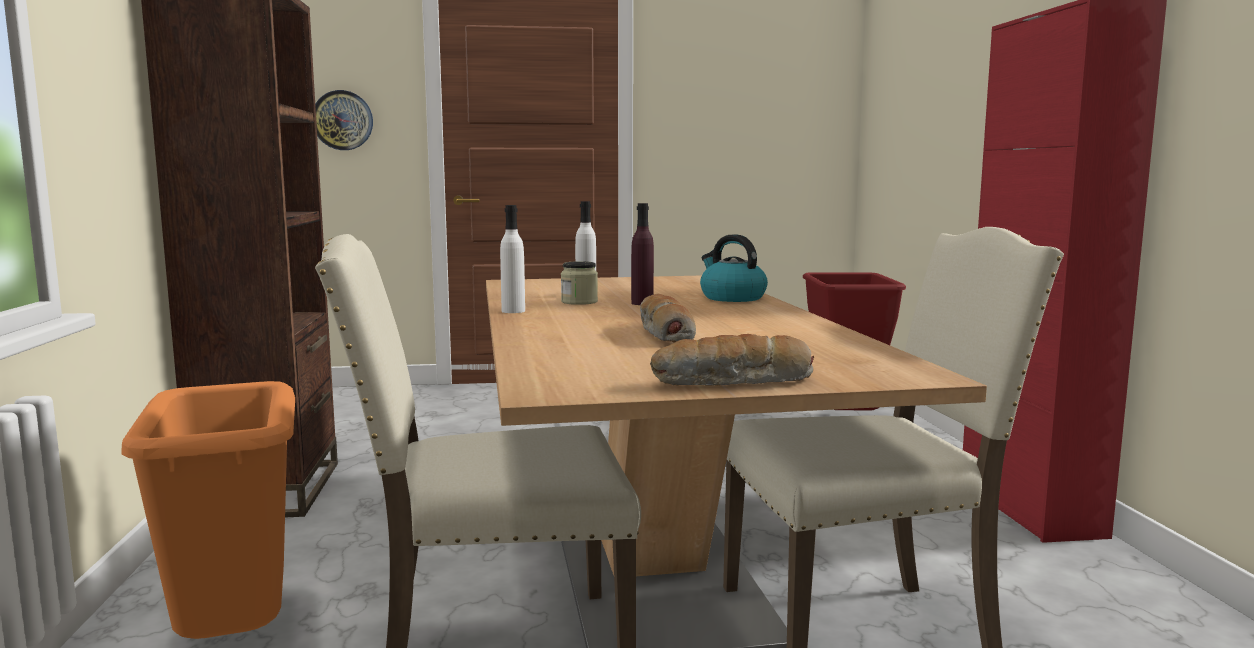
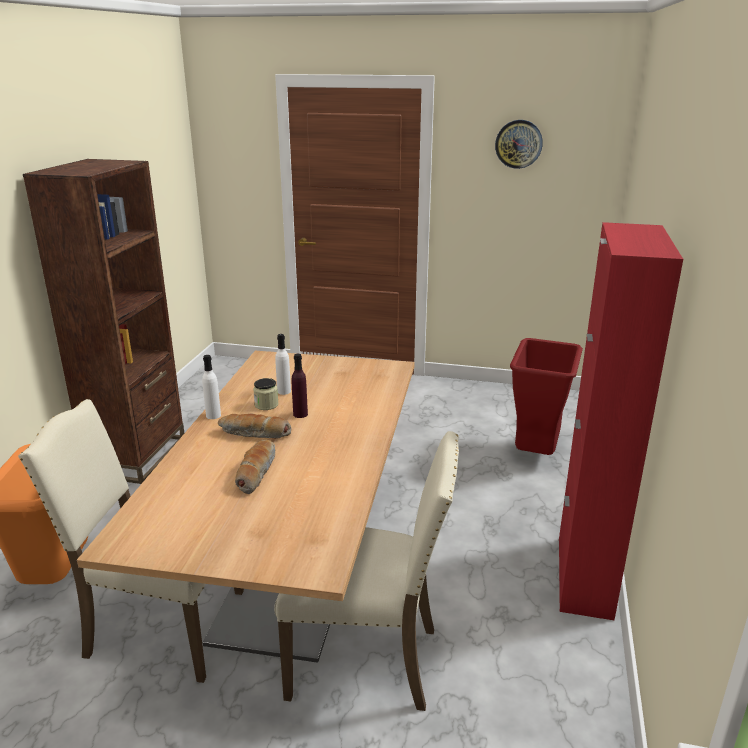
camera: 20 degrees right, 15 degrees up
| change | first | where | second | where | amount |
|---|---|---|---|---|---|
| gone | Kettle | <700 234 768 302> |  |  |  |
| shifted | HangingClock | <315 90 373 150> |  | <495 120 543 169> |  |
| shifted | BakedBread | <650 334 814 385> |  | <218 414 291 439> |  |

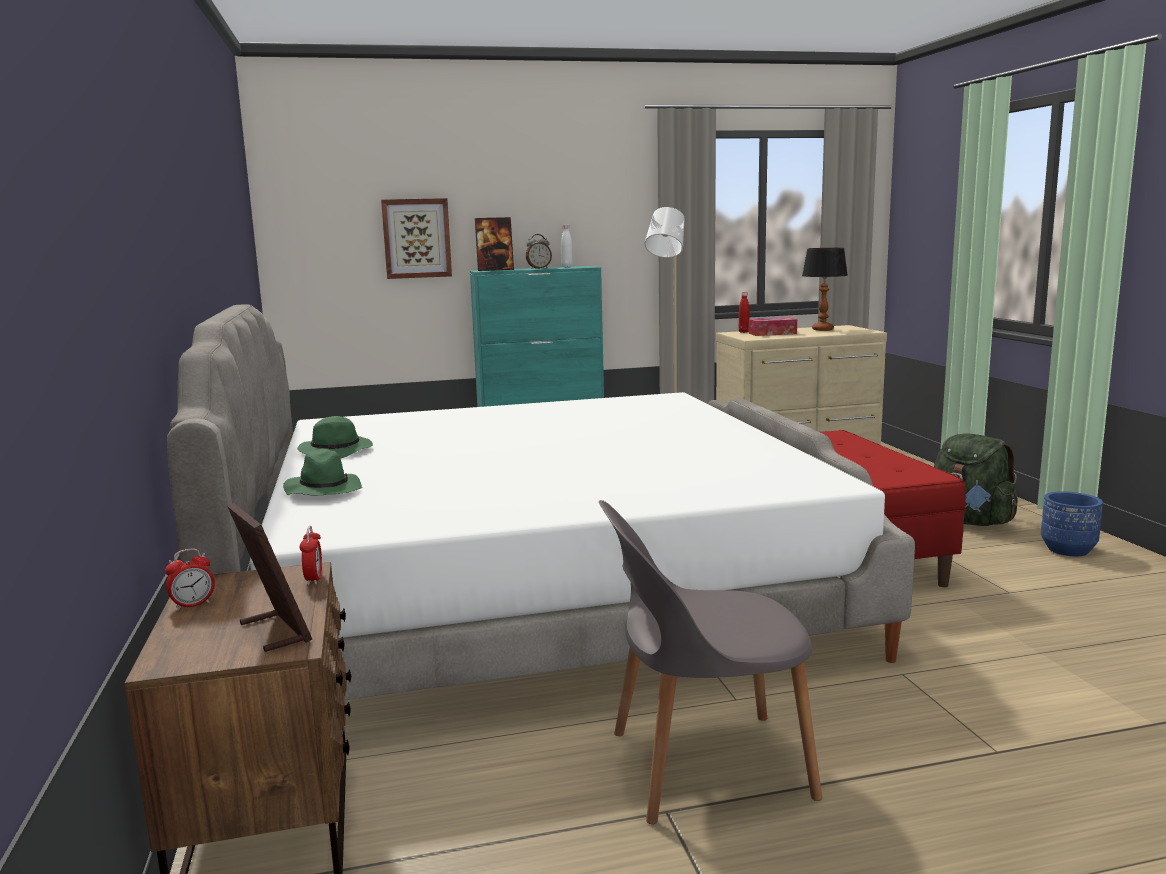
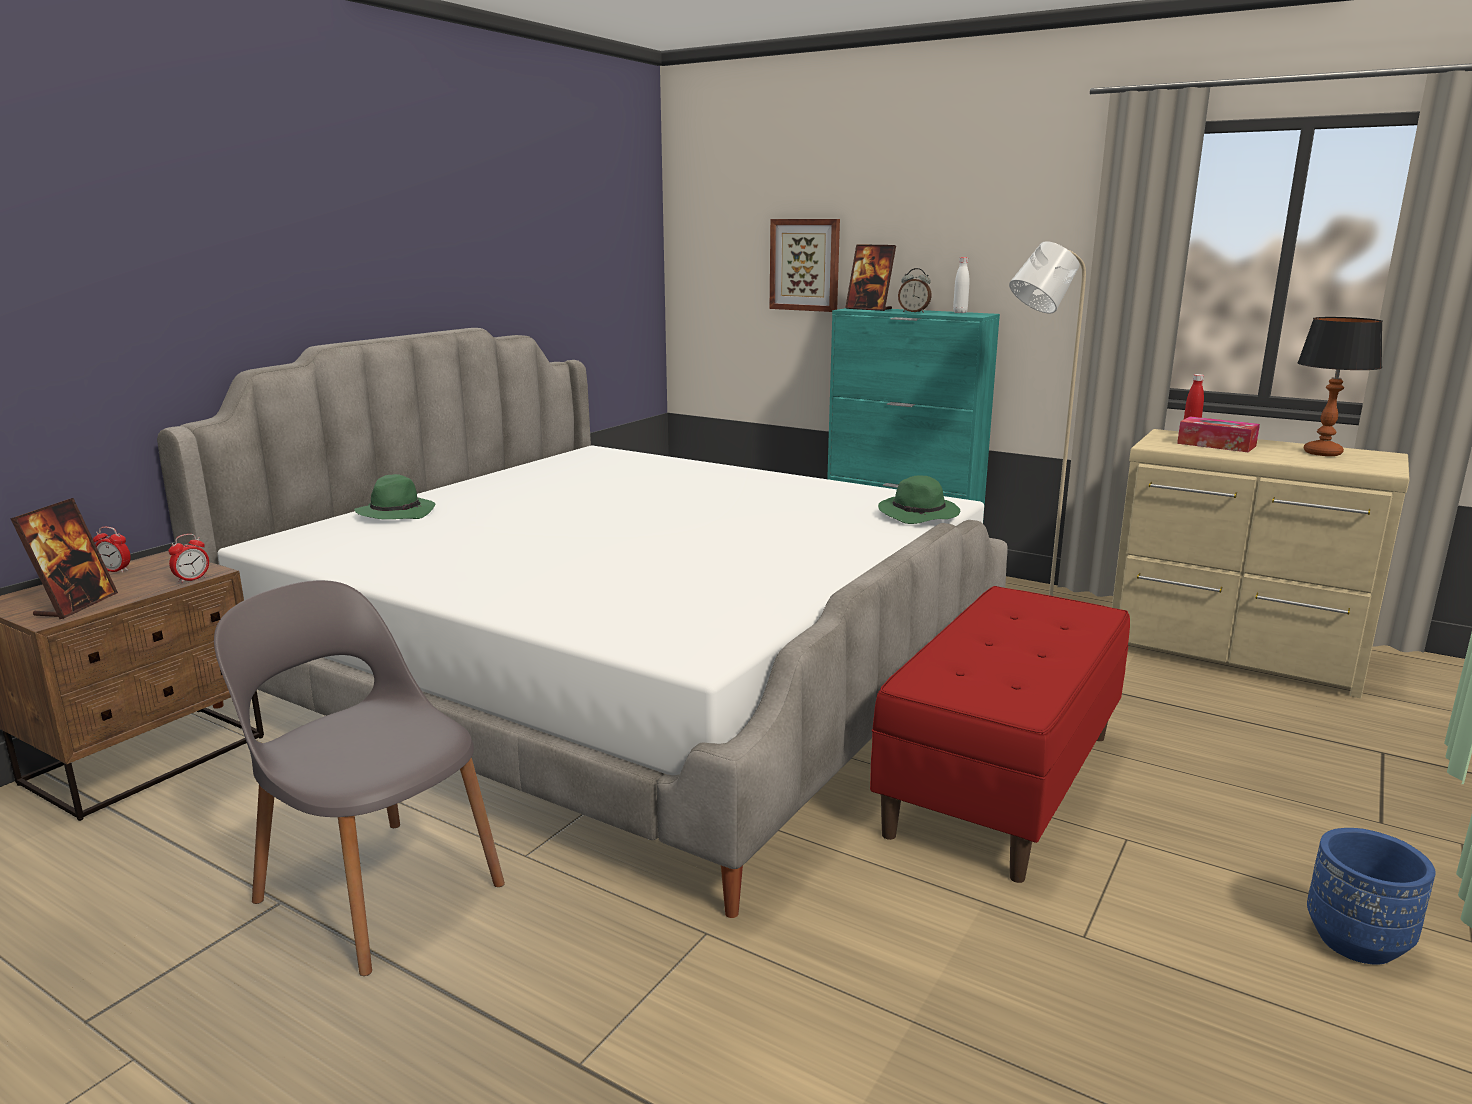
camera: 45 degrees right, 5 degrees up
| change | first | where | second | where | amount |
|---|---|---|---|---|---|
| gone | GreenKnapsack | <934 433 1018 526> |  |  |  |
| shifted | GreenWearableHat | <297 416 373 458> |  | <878 475 960 524> |  |

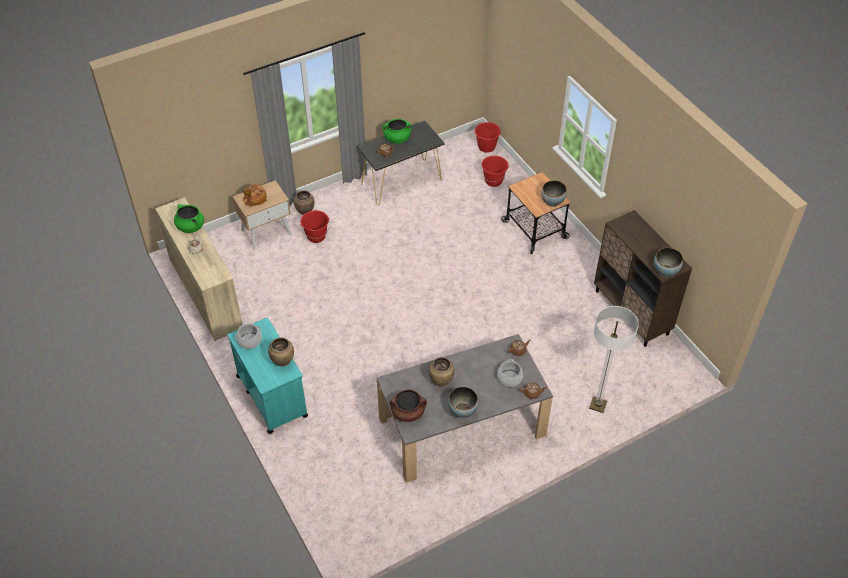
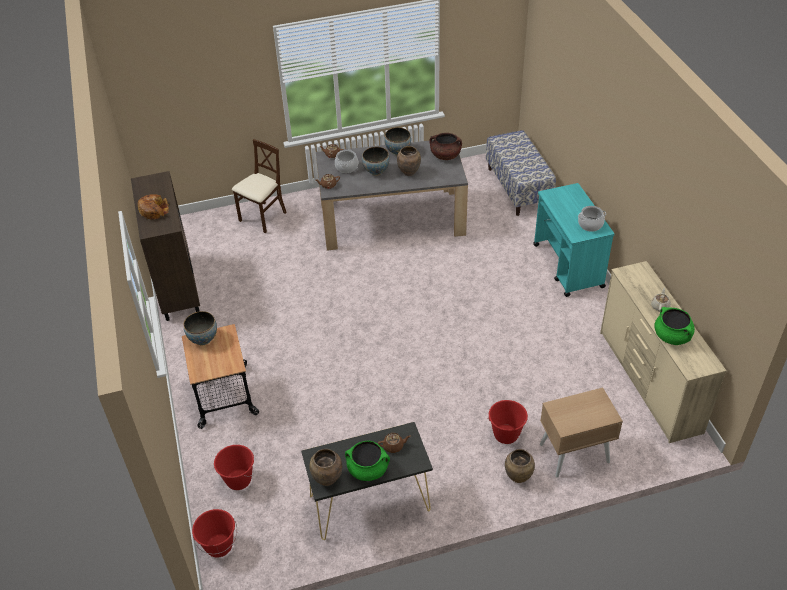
camera: 165 degrees left, 5 degrees down
| change | first | where | second | where | amount |
|---|---|---|---|---|---|
| new |  |  | IndoorBench | <486 130 556 216> |  |
| shifted | BakedBread | <243 183 267 207> |  | <138 194 169 220> |  |
| shifted | BrownColouredDecorativeVase | <268 337 294 367> |  | <309 449 342 486> |  |
| shifted | ServingBowl | <654 248 683 278> |  | <362 147 389 176> |  |
| swapped | StandingLamp | <589 306 639 413> | SandColouredPlainChair | <232 139 287 233> |  |

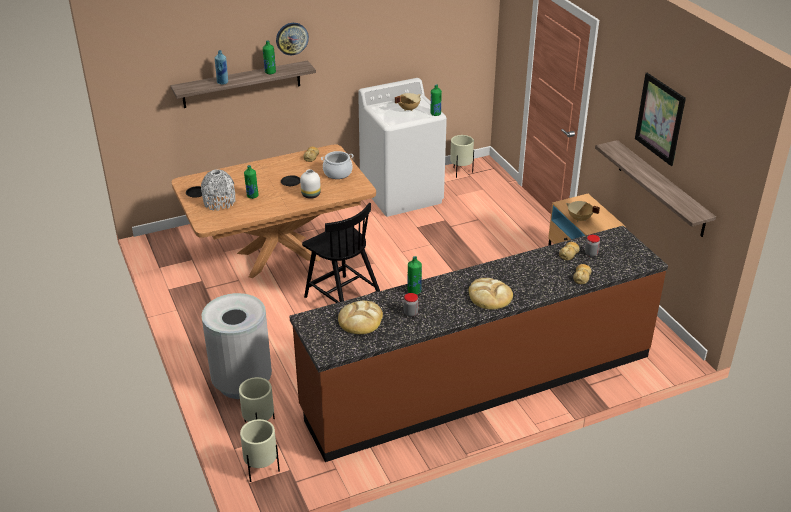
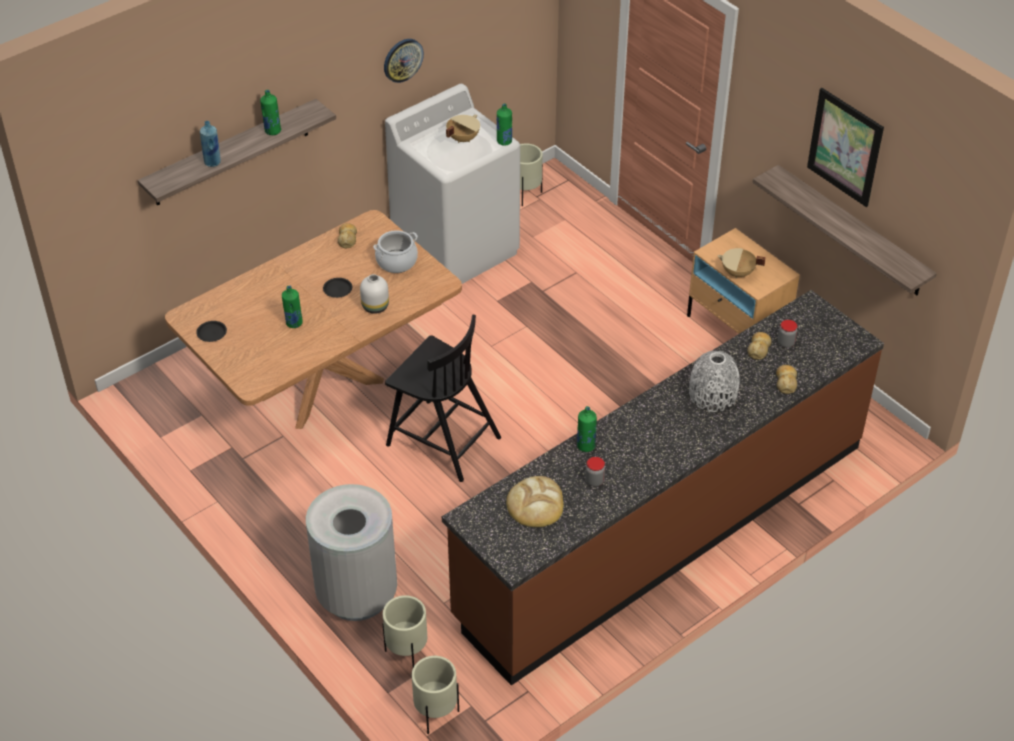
camera: 15 degrees left, 10 degrees up
| change | first | where | second | where | amount |
|---|---|---|---|---|---|
| gone | BakedBread | <469 278 513 309> |  |  |  |
| shifted | GreyishDecorativeVase | <201 169 235 211> |  | <689 350 740 412> |  |
| shifted | HangingClock | <276 23 309 55> |  | <384 39 424 83> |  |

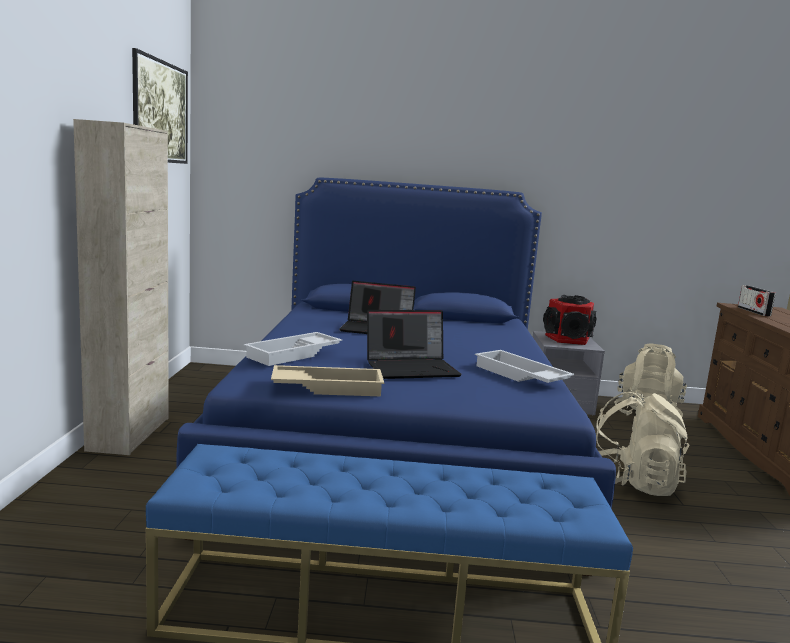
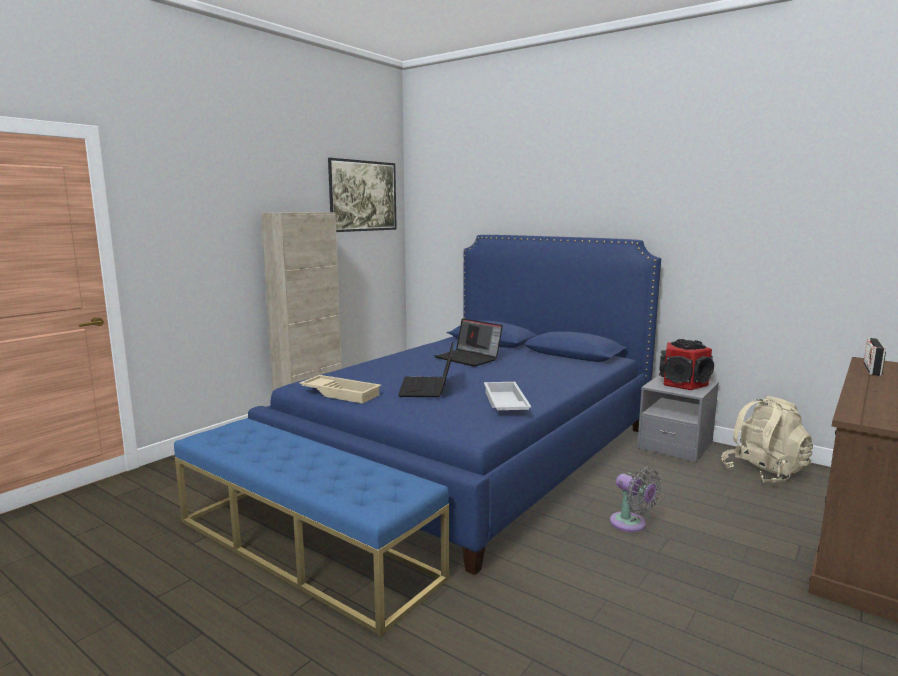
camera: 35 degrees right, 0 degrees up
| change | first | where | second | where | amount |
|---|---|---|---|---|---|
| gone | WhiteCarryingTray | <244 332 342 366> |  |  |  |
| swapped | SandColouredKnapsack | <596 390 689 496> | GreyishCoolingFan | <610 467 661 532> |  |
| rotated | NotebookComputer | <367 310 462 379> |  | <398 341 454 397> | 75 degrees clockwise |

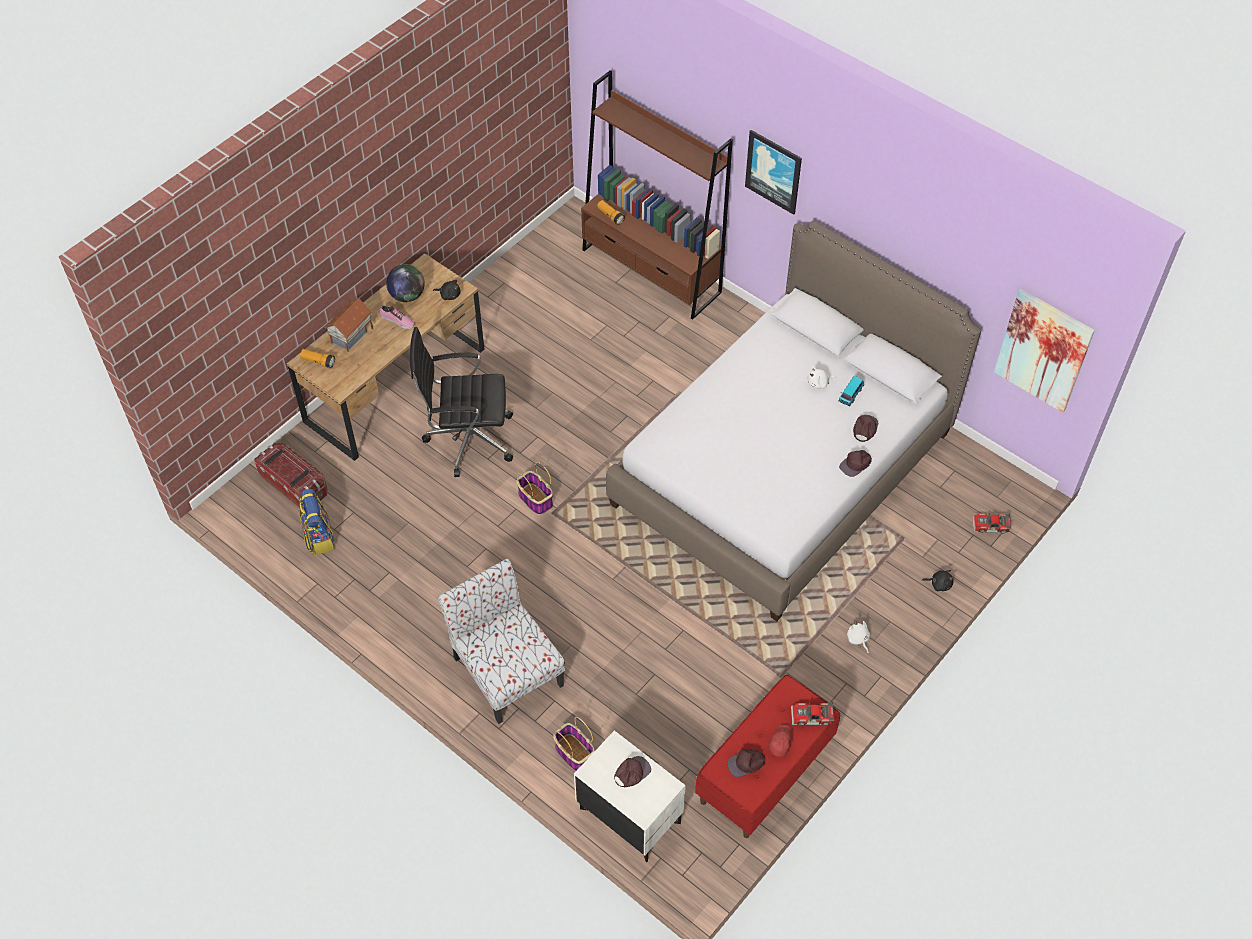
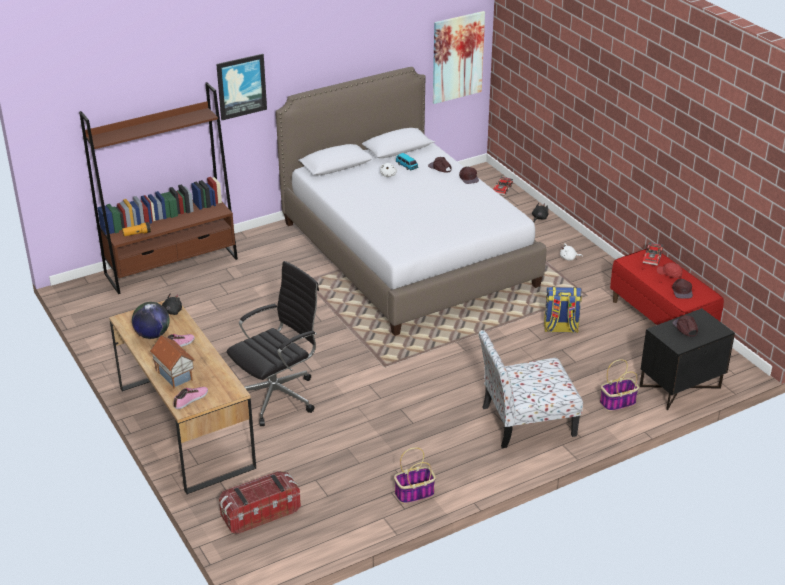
camera: 70 degrees left, 20 degrees down
| change | first | where | second | where | amount |
|---|---|---|---|---|---|
| shifted | Knapsack | <299 489 335 555> |  | <544 287 582 333> |  |
| shifted | StorageBasket | <516 461 553 515> |  | <394 448 436 504> |  |
| swapped | Torch | <300 349 335 368> | Shoe | <173 387 208 409> |  |
| repainted | WhiteNightTable | <574 730 686 862> | BlackNightTable | <640 308 735 410> |  |
| rotated | BlackDeskChair | <410 327 513 477> |  | <227 261 319 426> | 150 degrees counterclockwise |

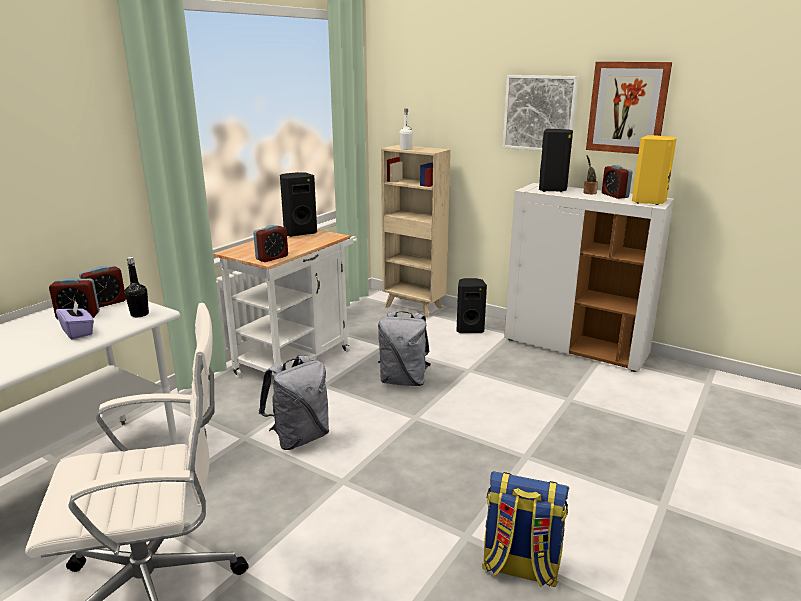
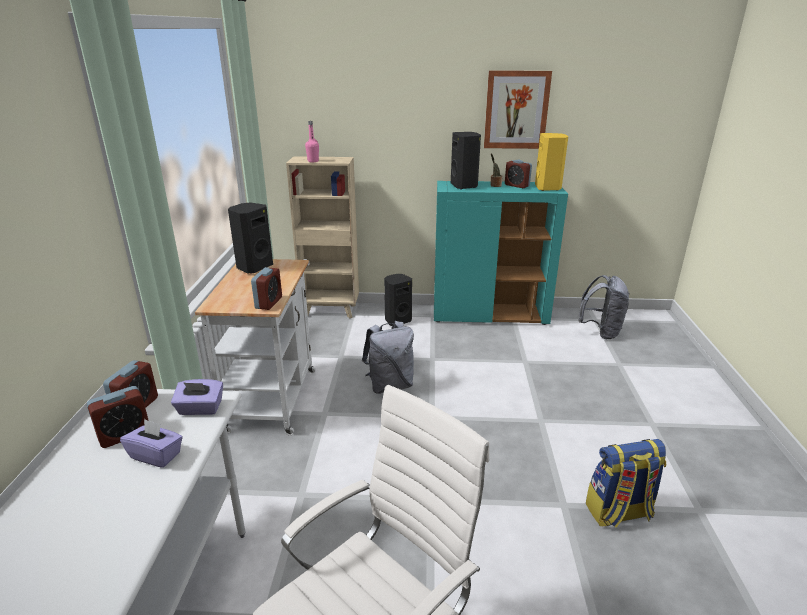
camera: 30 degrees left, 5 degrees up
| change | first | where | second | where | amount |
|---|---|---|---|---|---|
| gone | WallPicture | <503 75 579 151> |  |  |  |
| shifted | GreyishKnapsack | <259 356 329 450> |  | <578 275 630 339> |  |
| swapped | BlackDrinkBottle | <125 257 149 317> | PurpleColouredBoxOfTissues | <171 379 223 415> |  |
| repainted | WhiteDrinkBottle | <399 109 413 150> | PinkColouredDrinkBottle | <305 121 319 162> |  |
| repainted | WhiteCabinet | <504 183 674 372> | BlueGreenCabinet | <434 181 568 325> |  |

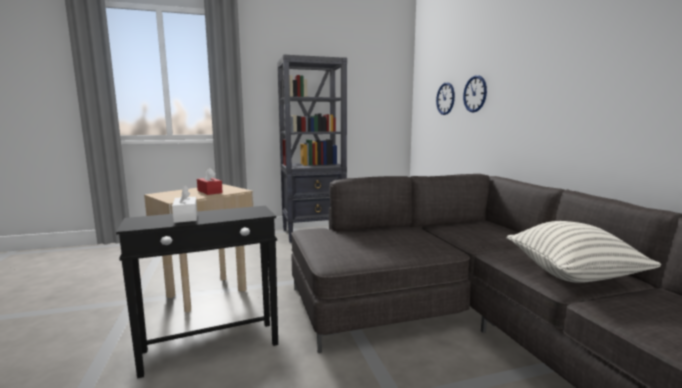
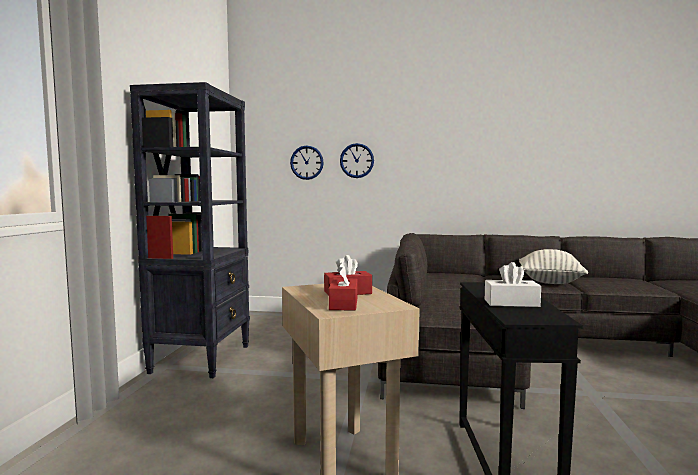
camera: 65 degrees left, 5 degrees down
| change | first | where | second | where | amount |
|---|---|---|---|---|---|
| new |  |  | RedBoxOfTissues | <329 263 358 311> |  |

